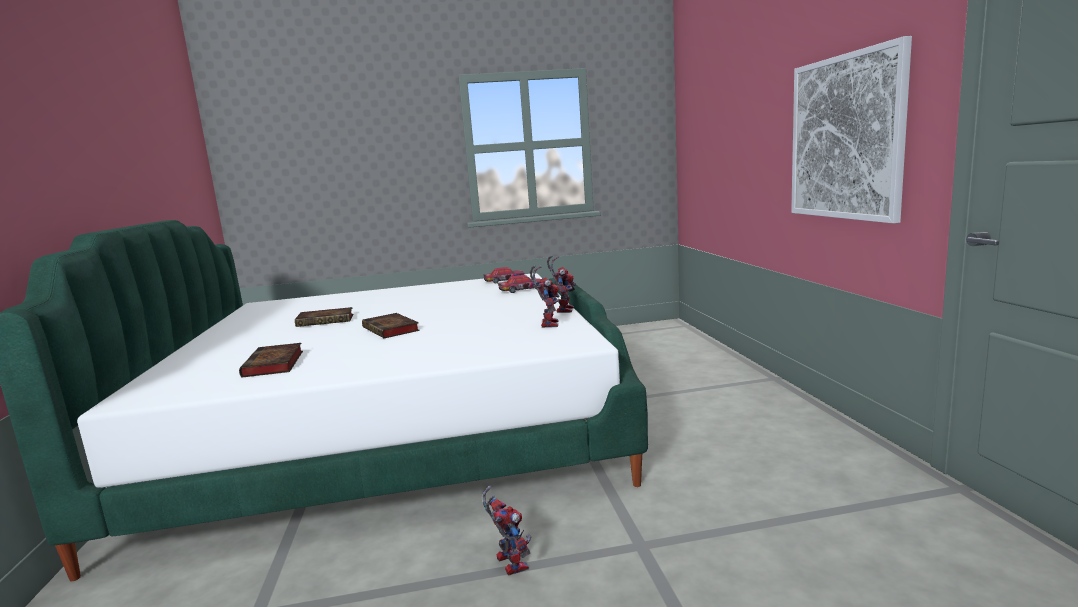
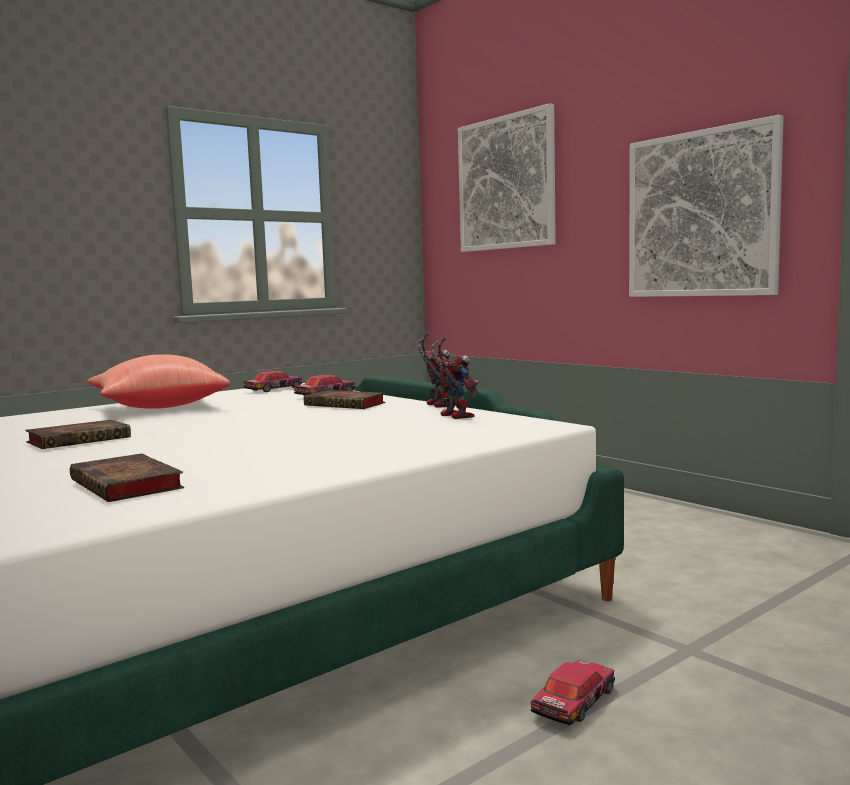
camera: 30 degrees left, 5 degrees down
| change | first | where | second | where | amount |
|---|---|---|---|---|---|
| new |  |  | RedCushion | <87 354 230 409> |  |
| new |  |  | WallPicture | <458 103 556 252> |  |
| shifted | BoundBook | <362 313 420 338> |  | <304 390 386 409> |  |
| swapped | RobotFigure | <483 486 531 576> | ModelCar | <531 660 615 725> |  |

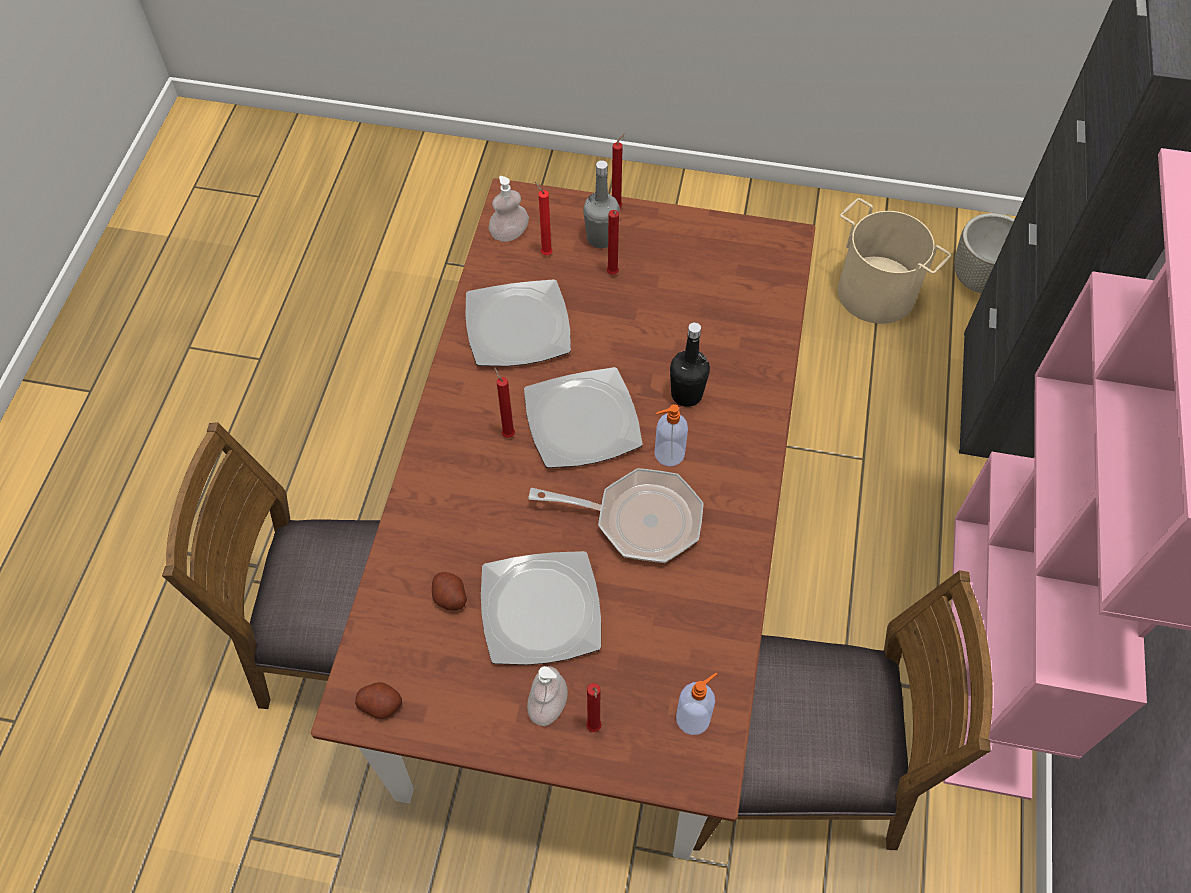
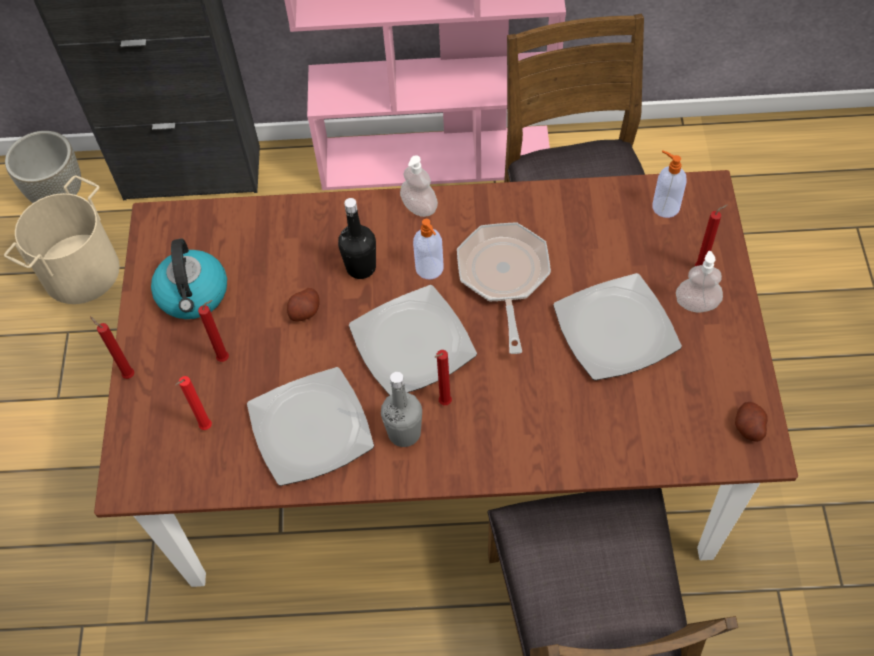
camera: 100 degrees left, 0 degrees up
| change | first | where | second | where | amount |
|---|---|---|---|---|---|
| new |  |  | Kettle | <151 238 227 319> |  |
| shifted | WholePotato | <432 572 467 610> |  | <287 288 320 321> |  |
| shifted | SoapDispenser | <489 176 529 242> |  | <400 155 438 217> |  |
| shifted | GreyishDrinkBottle | <583 160 620 248> |  | <381 372 422 447> |  |

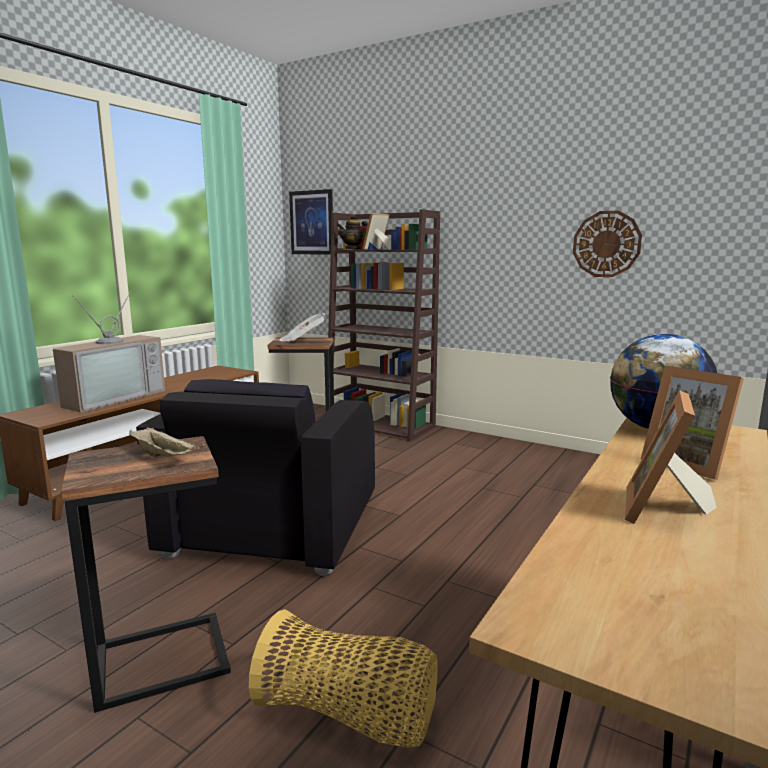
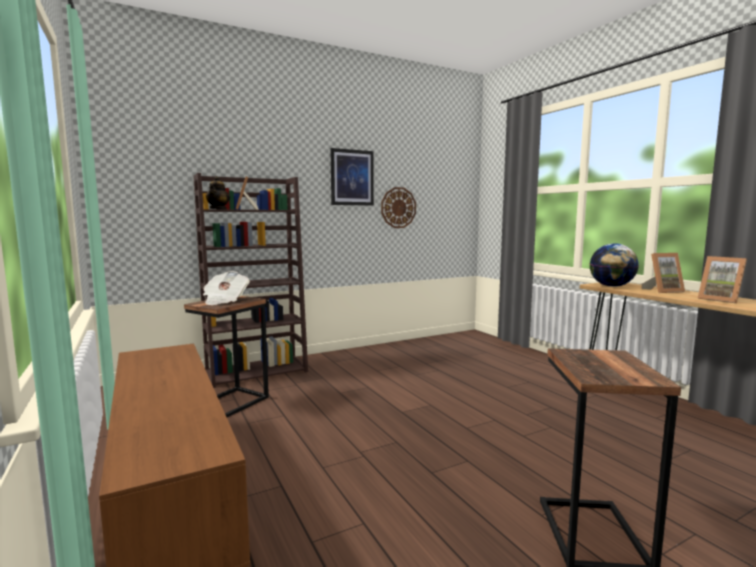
camera: 60 degrees left, 5 degrees down
| change | first | where | second | where | amount |
|---|---|---|---|---|---|
| gone | TvSet | <53 291 165 413> |  |  |  |
| gone | SandColouredCarryingTray | <129 427 196 457> |  |  |  |
| gone | BlackArmchair | <136 379 375 576> |  |  |  |
| gone | StorageBasket | <249 609 438 748> |  |  |  |
| shifted | WallPicture | <289 189 333 255> |  | <331 148 374 206> |  |

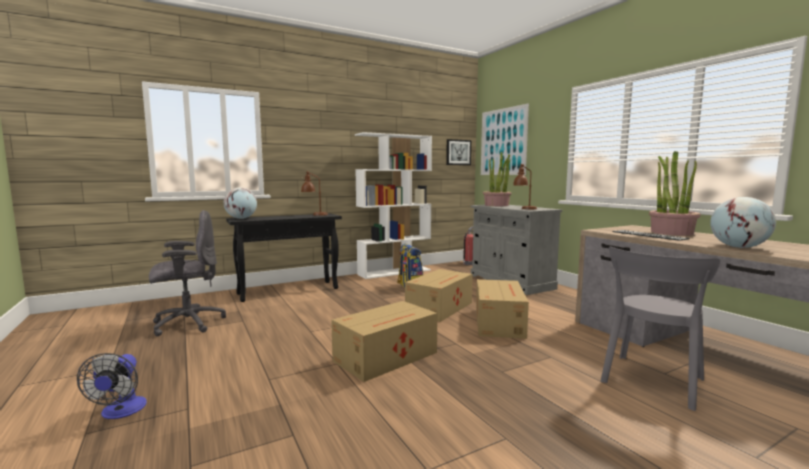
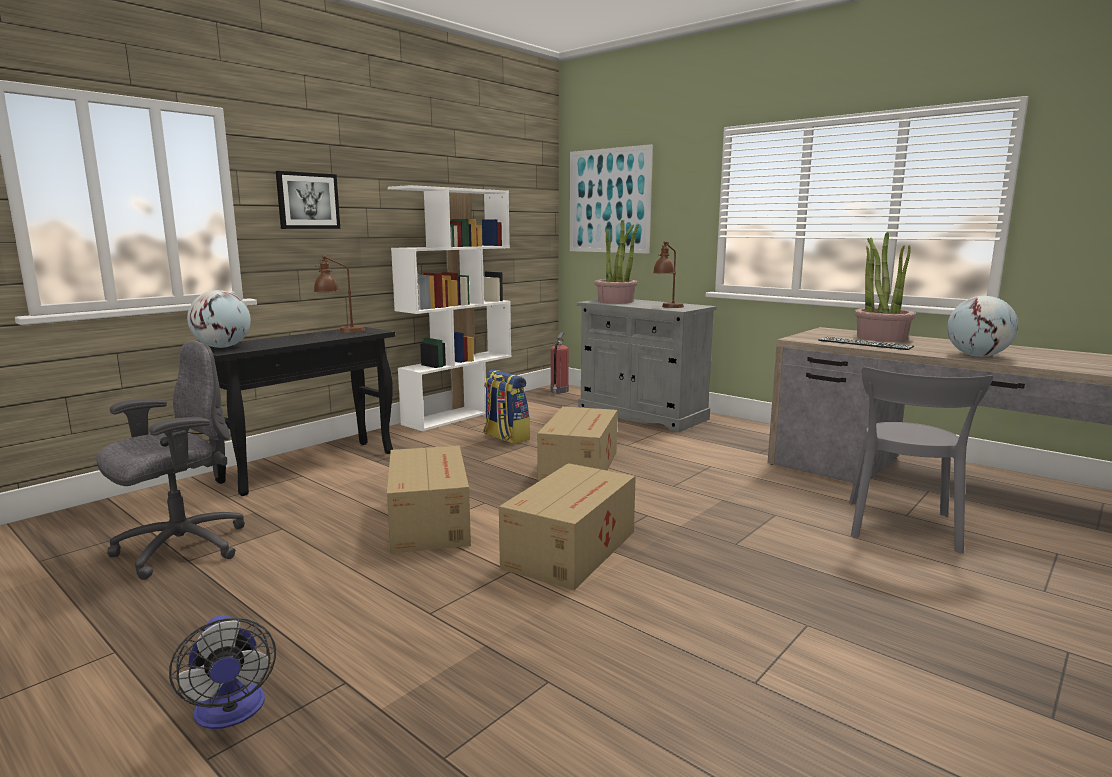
camera: 20 degrees left, 5 degrees up
| change | first | where | second | where | amount |
|---|---|---|---|---|---|
| shifted | WallPicture | <446 139 471 165> |  | <276 171 340 229> |  |
| shifted | CardboardBox | <476 279 529 339> |  | <387 445 471 553> |  |

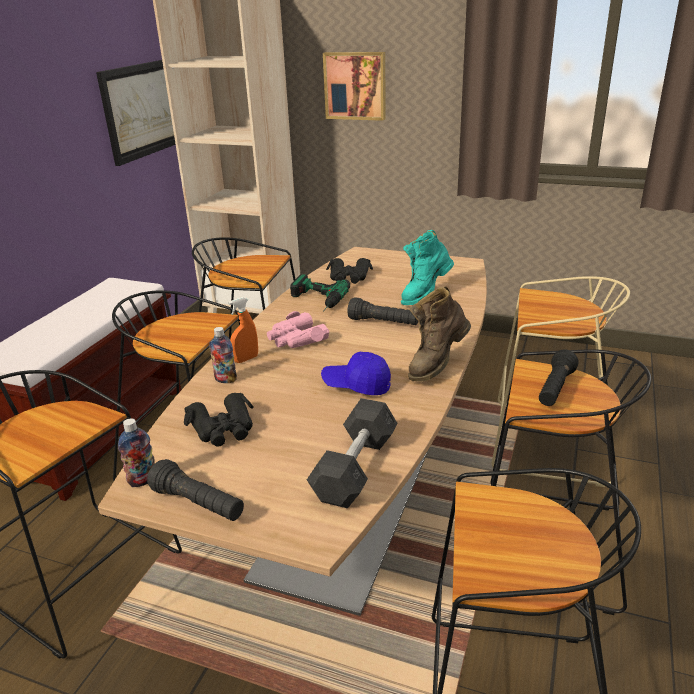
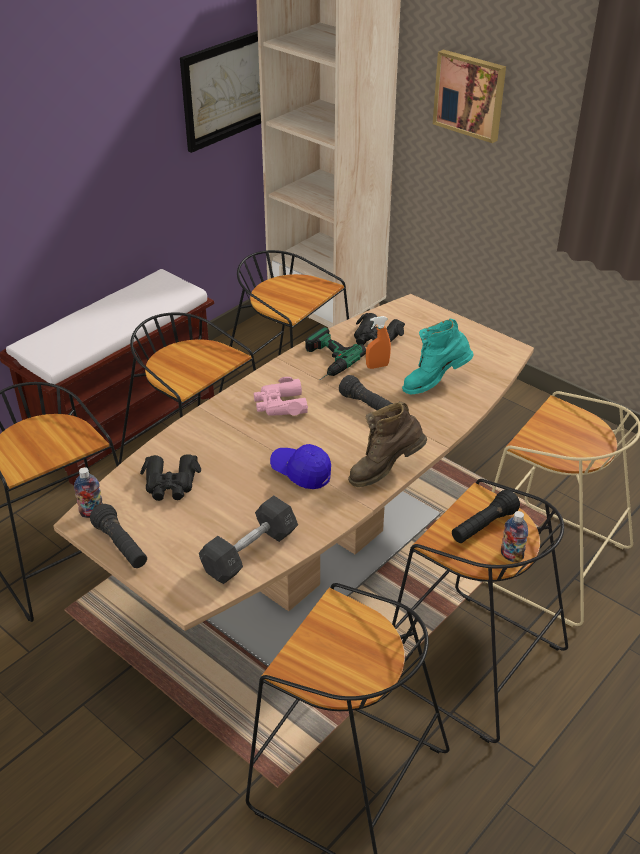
camera: 20 degrees right, 10 degrees up
| change | first | where | second | where | amount |
|---|---|---|---|---|---|
| shifted | DrinkBottle | <209 327 237 383> |  | <501 511 528 563> |  |
| shifted | OrangeSprayBottle | <228 297 258 363> |  | <366 316 391 369> |  |

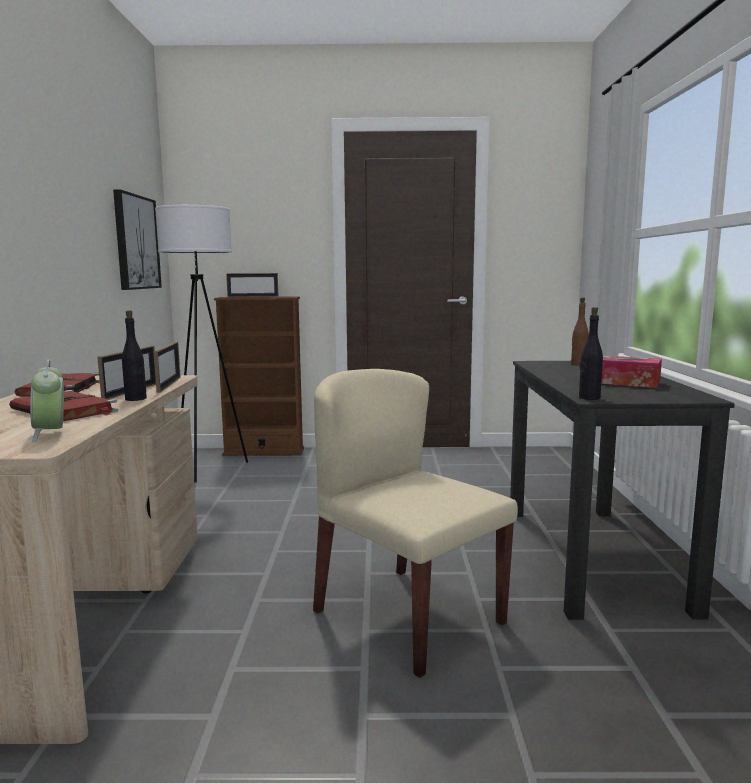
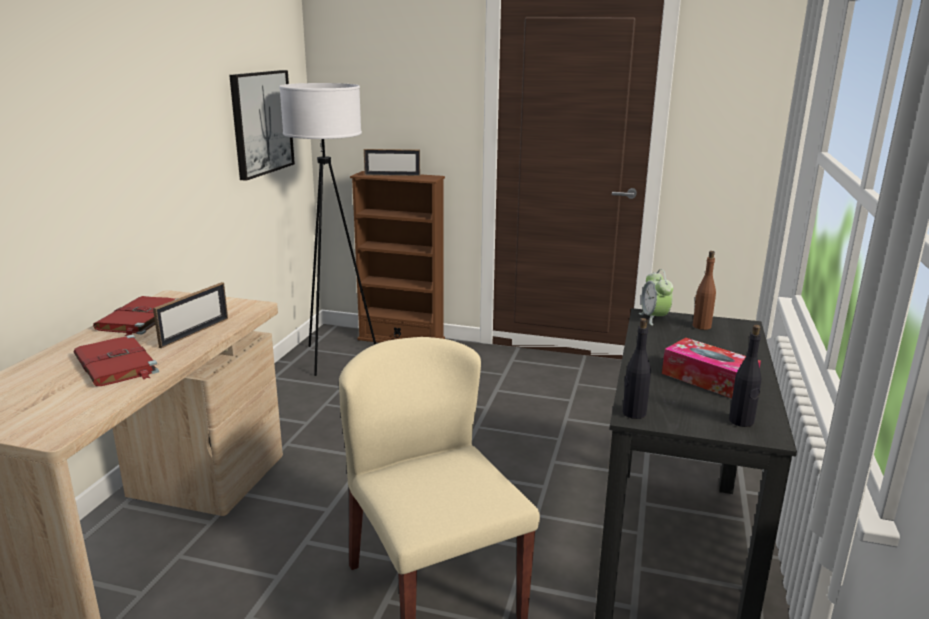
camera: 15 degrees right, 10 degrees up
| change | first | where | second | where | amount |
|---|---|---|---|---|---|
| gone | StandingFrame | <154 342 181 393> |  |  |  |
| shifted | BedsideClock | <30 359 64 442> |  | <639 269 673 326> |  |
| shifted | BlackDrinkBottle | <122 310 147 401> |  | <729 325 761 427> |  |

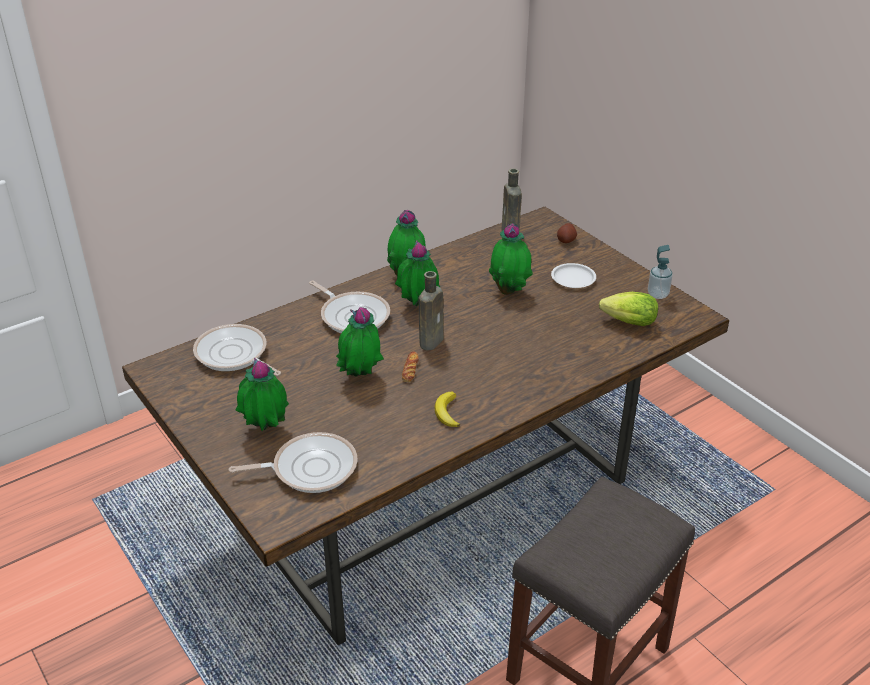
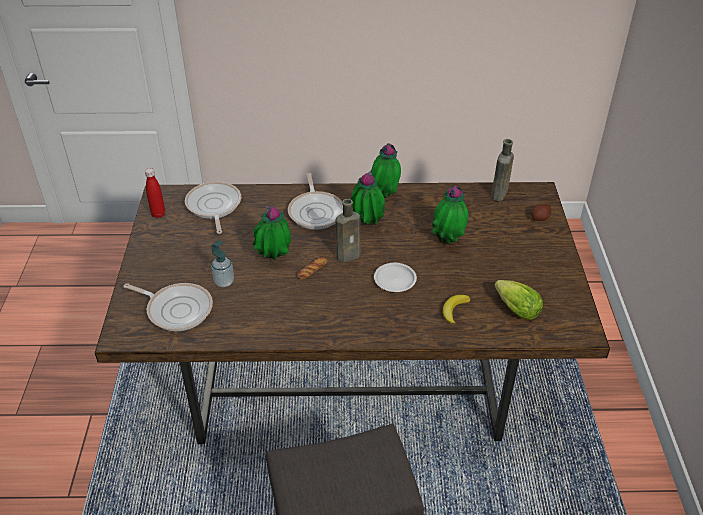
camera: 35 degrees right, 5 degrees up
| change | first | where | second | where | amount |
|---|---|---|---|---|---|
| gone | Houseplant | <235 358 289 431> |  |  |  |
| new |  |  | RedDrinkBottle | <145 168 165 218> |  |
| shifted | BananaFruit | <435 392 460 427> |  | <443 295 471 325> |  |
| shifted | WhiteFlatDish | <551 263 596 288> |  | <374 263 417 292> |  |
| shifted | SoapDispenser | <648 245 673 299> |  | <211 240 234 287> |  |

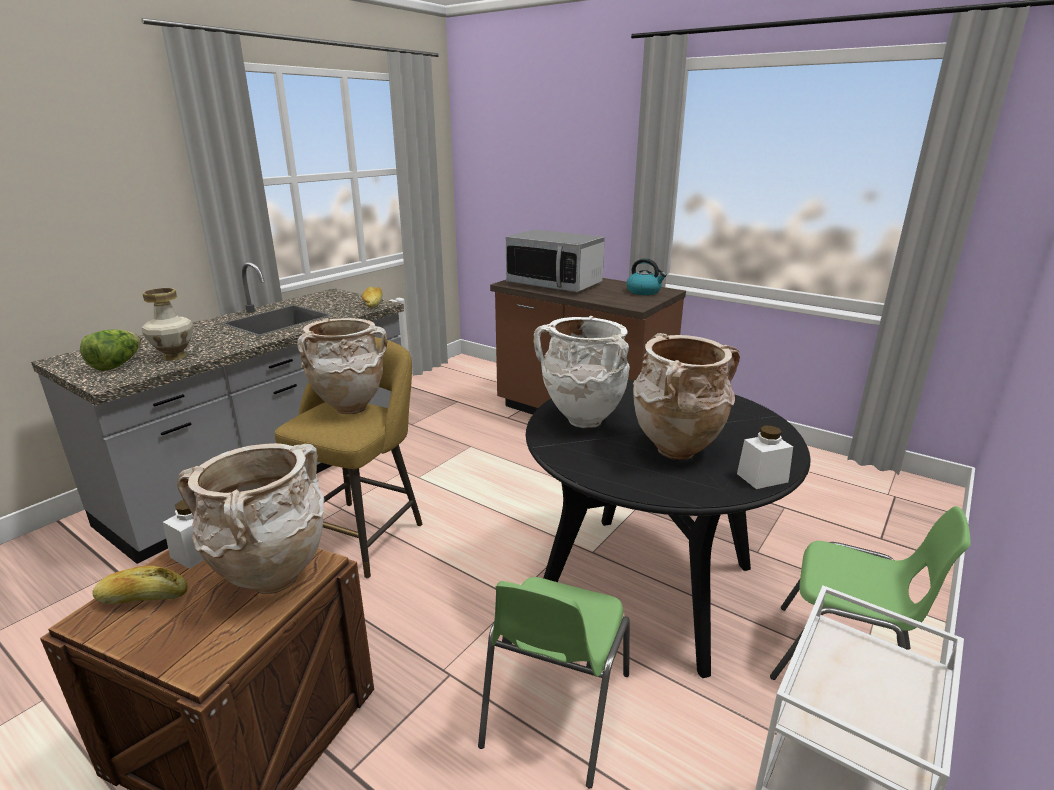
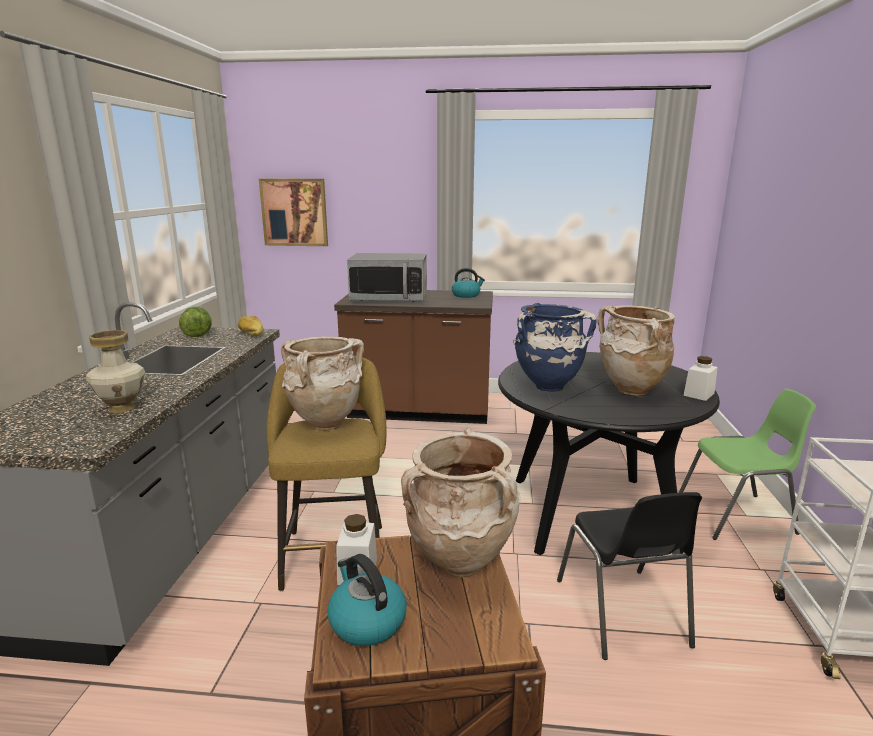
camera: 30 degrees left, 5 degrees down
| change | first | where | second | where | amount |
|---|---|---|---|---|---|
| new |  |  | WallPicture | <259 179 328 246> |  |
| shifted | Lettuce | <80 329 141 371> |  | <179 307 212 337> |  |
| swapped | BakedBread | <92 566 188 604> | Kettle | <327 554 407 646> |  |
| repainted | GreenPlainChair | <478 577 630 788> | BlackPlainChair | <557 492 702 660> |  |
| repainted | WhiteDecorativeVase | <534 316 630 428> | BluishDecorativeVase | <513 303 597 392> |  |

